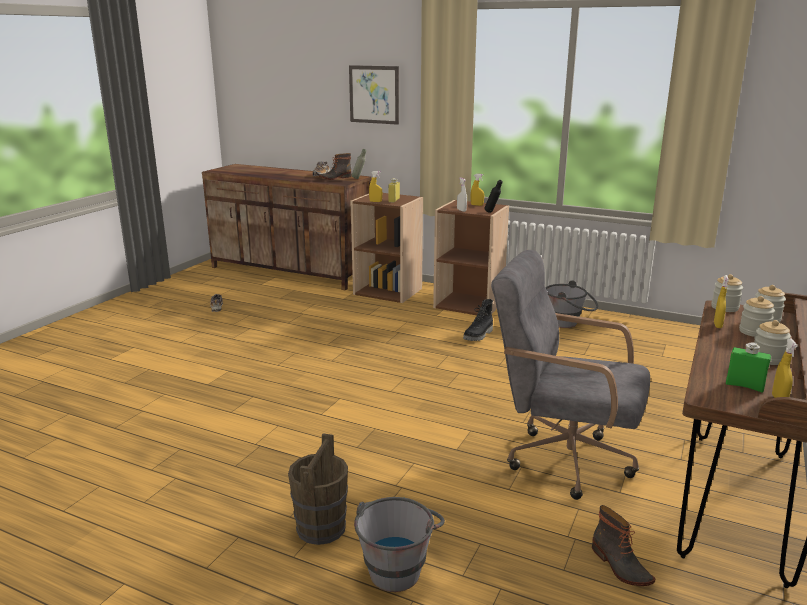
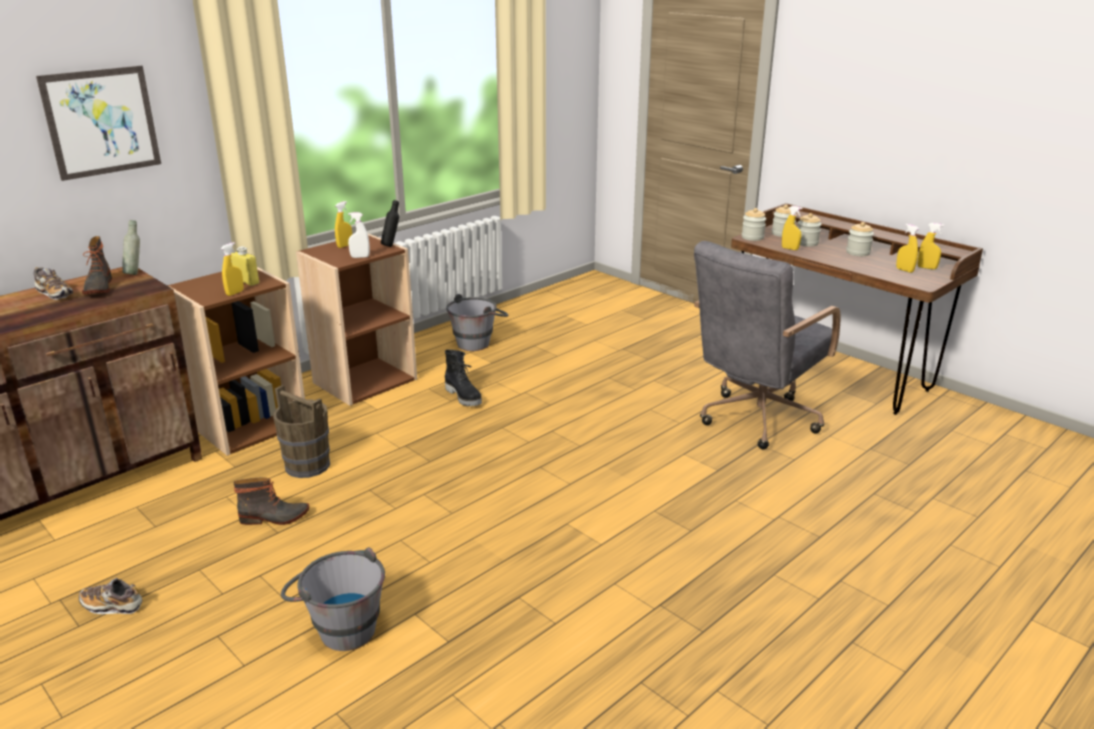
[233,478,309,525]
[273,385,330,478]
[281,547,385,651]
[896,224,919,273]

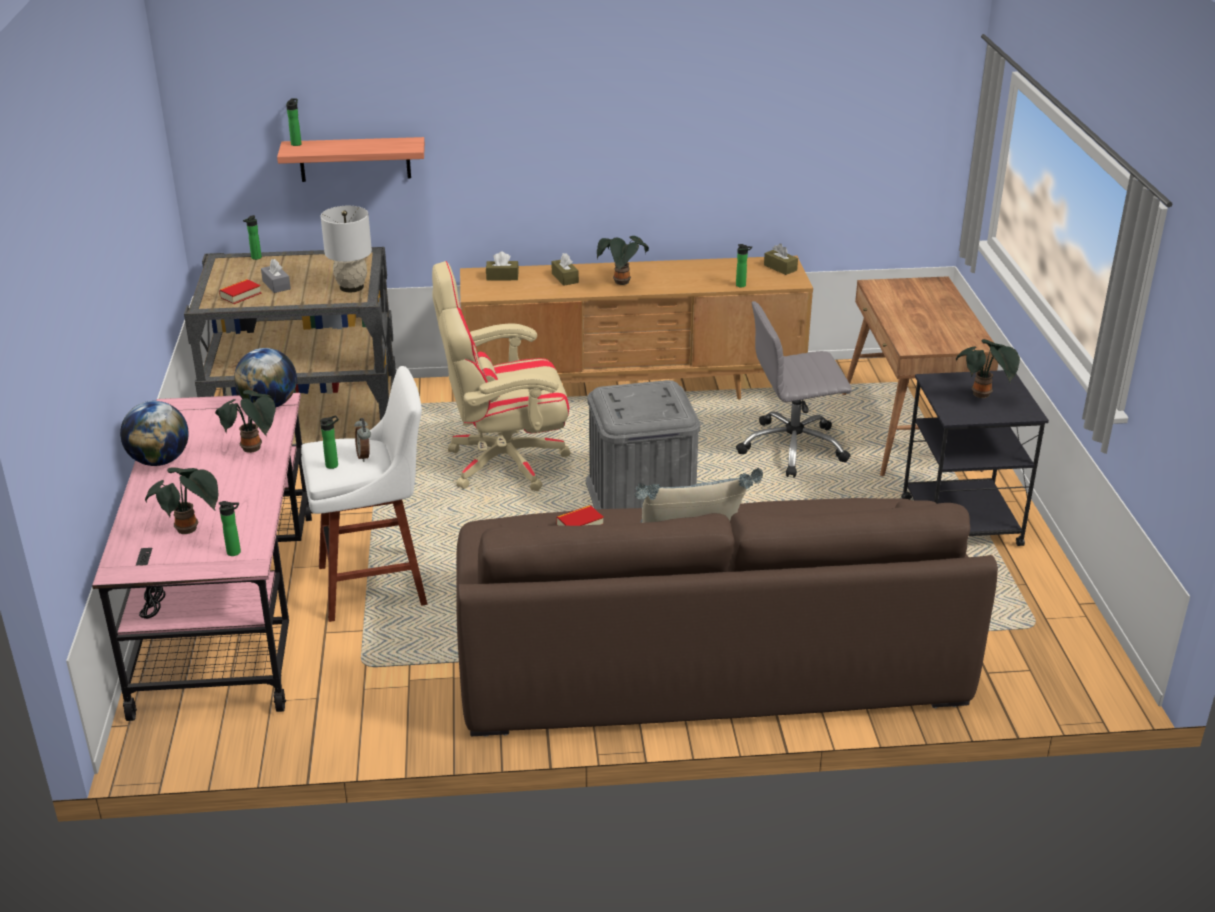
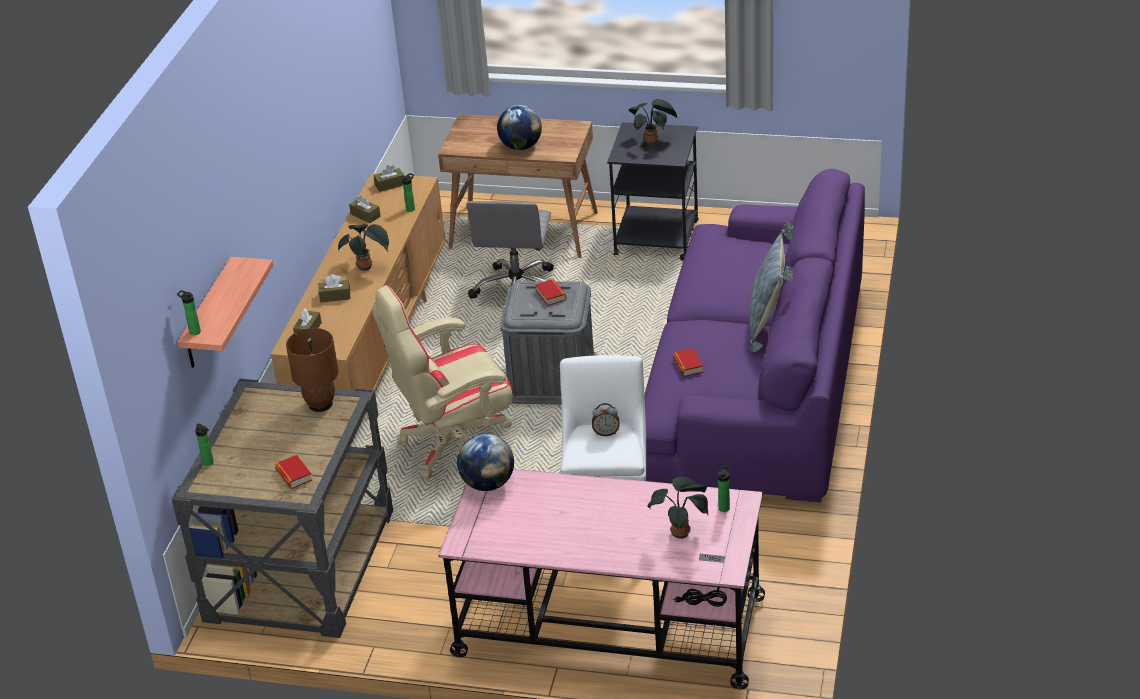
[286,328,339,412]
[349,195,381,223]
[372,285,513,480]
[497,105,542,150]
[535,279,566,306]
[644,169,865,502]
[215,390,276,453] (first image)
[261,259,291,293] (first image)
[320,415,339,469] (first image)

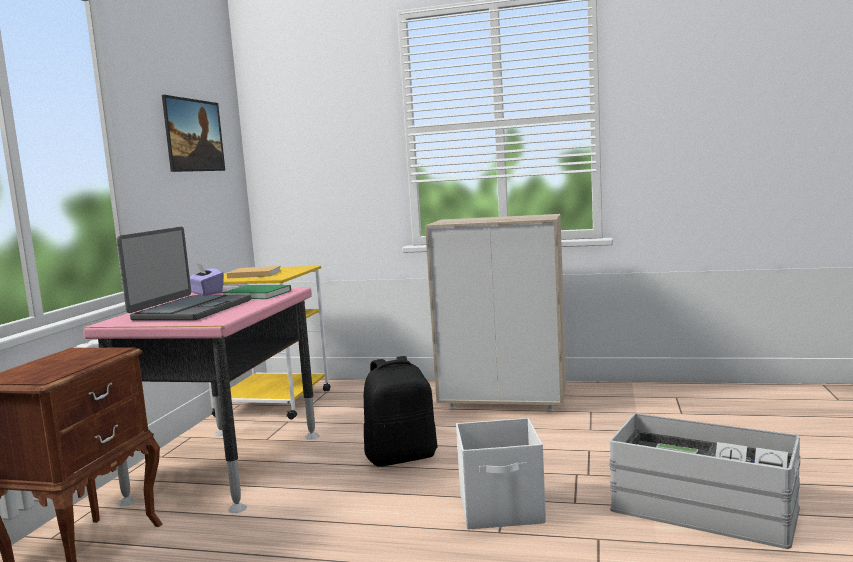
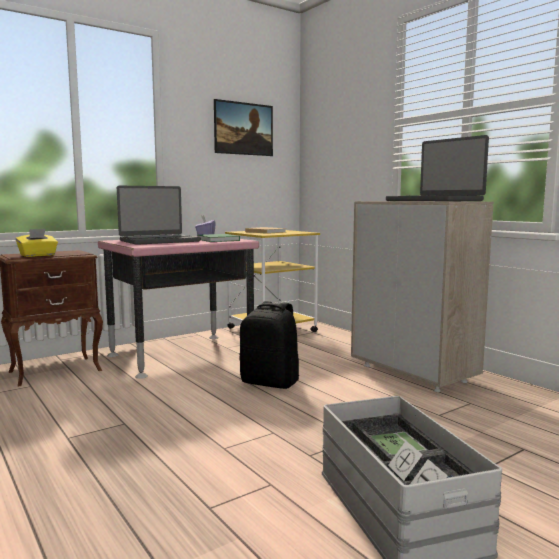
[16,229,58,257]
[386,135,489,201]
[456,418,546,529] (first image)

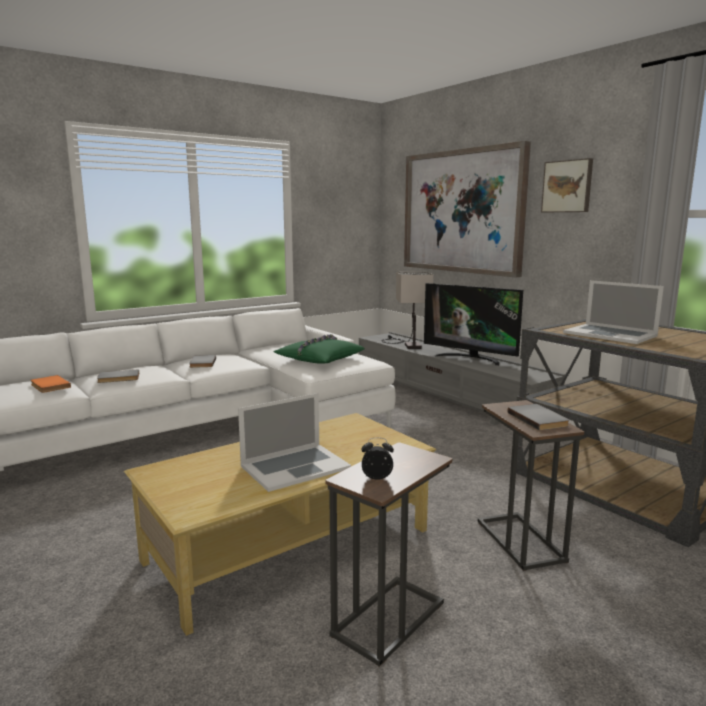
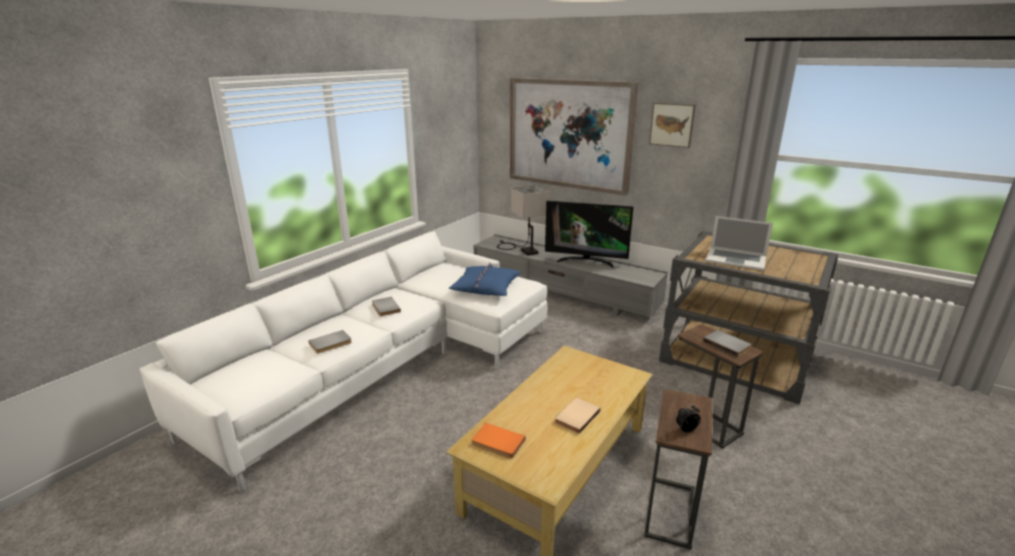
[449,263,521,296]
[472,423,526,459]
[555,398,601,434]

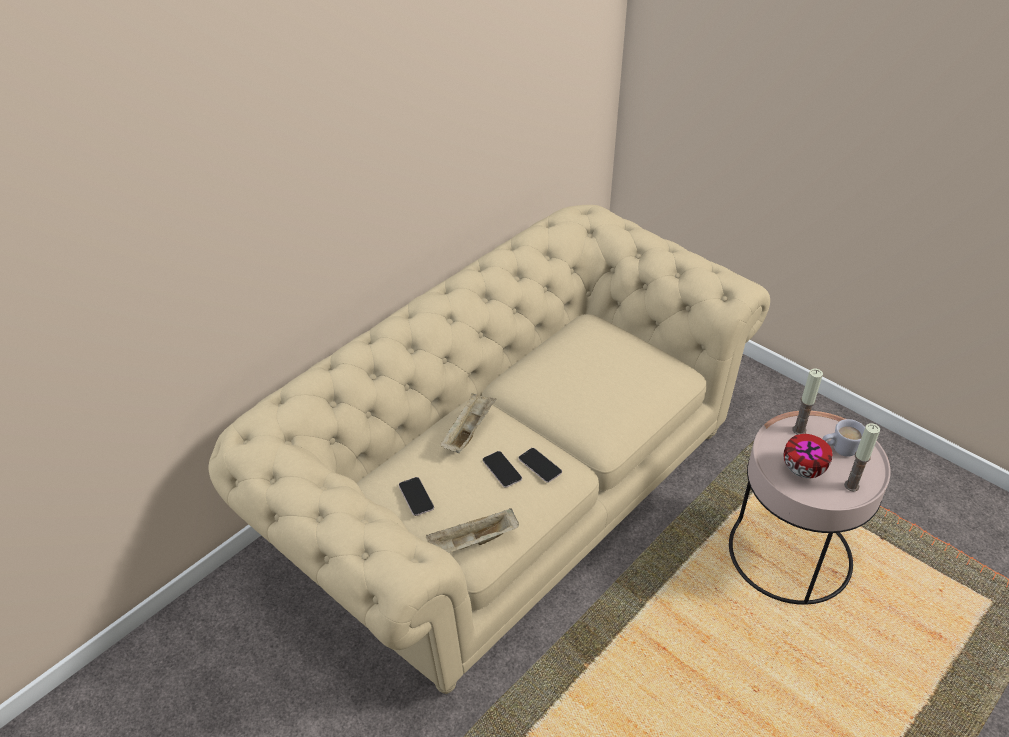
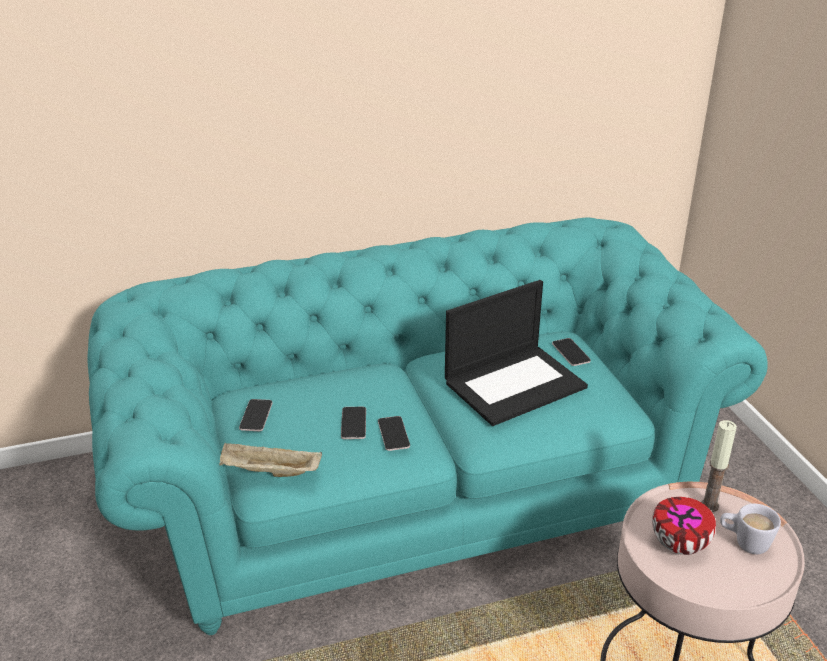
[87,218,768,635]
[445,280,588,426]
[552,338,591,366]
[440,393,497,453] (first image)
[844,423,880,492] (first image)

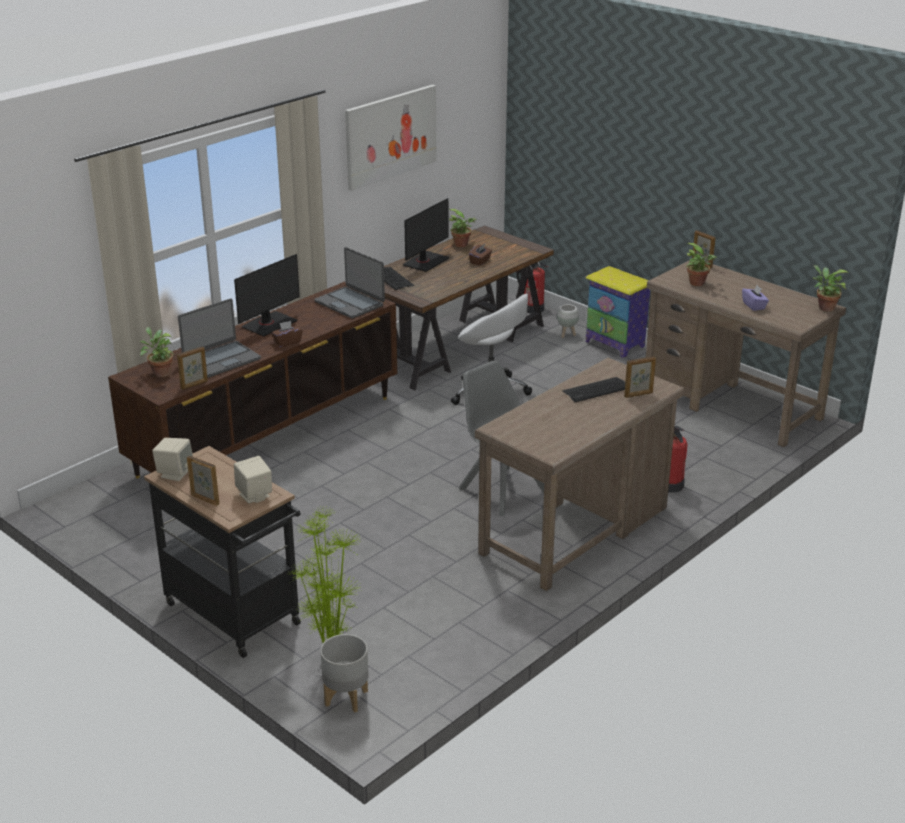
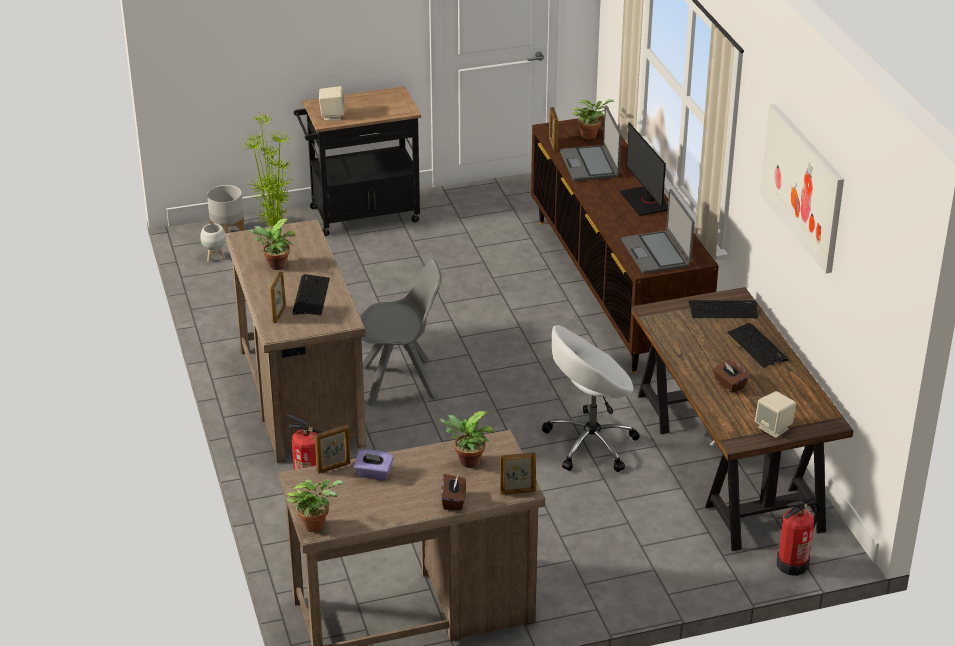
[200,224,226,262]
[247,219,296,270]
[315,425,350,474]
[441,474,466,510]
[621,189,694,274]
[727,323,788,368]
[755,391,796,438]
[585,266,650,358] (first image)

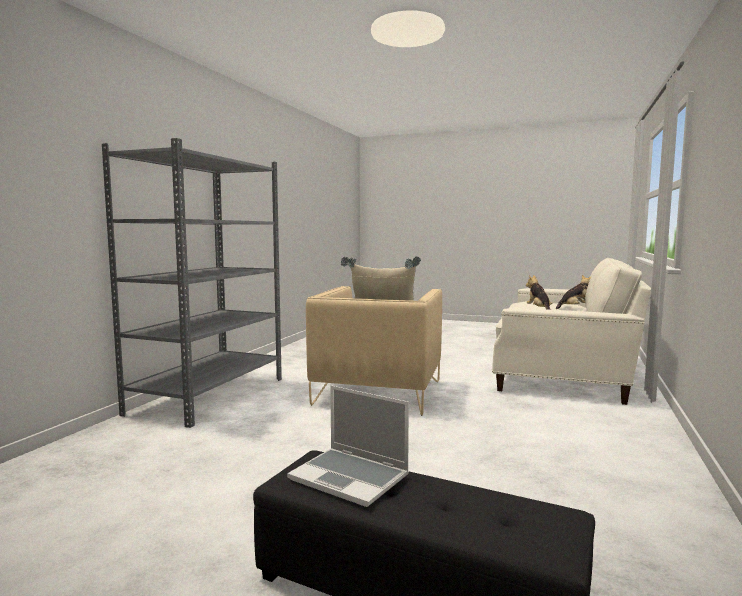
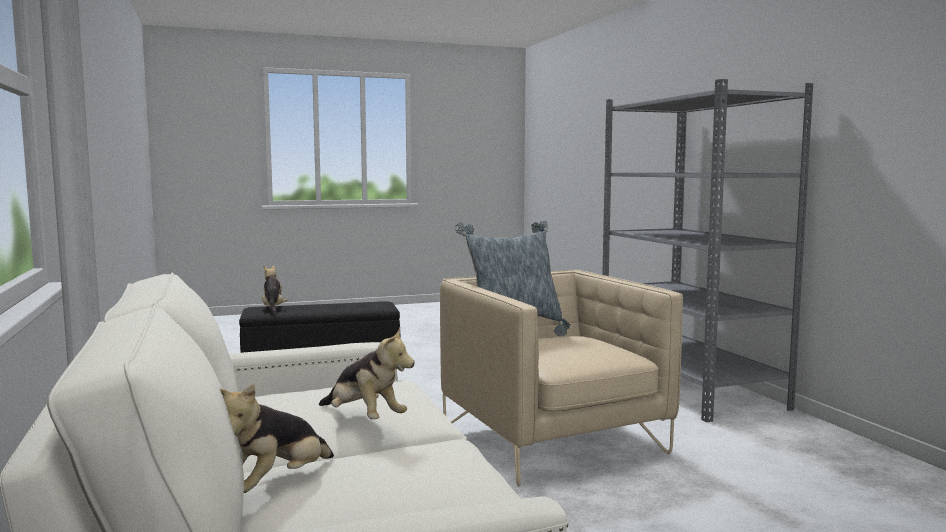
[262,266,287,314]
[287,385,409,507] (first image)

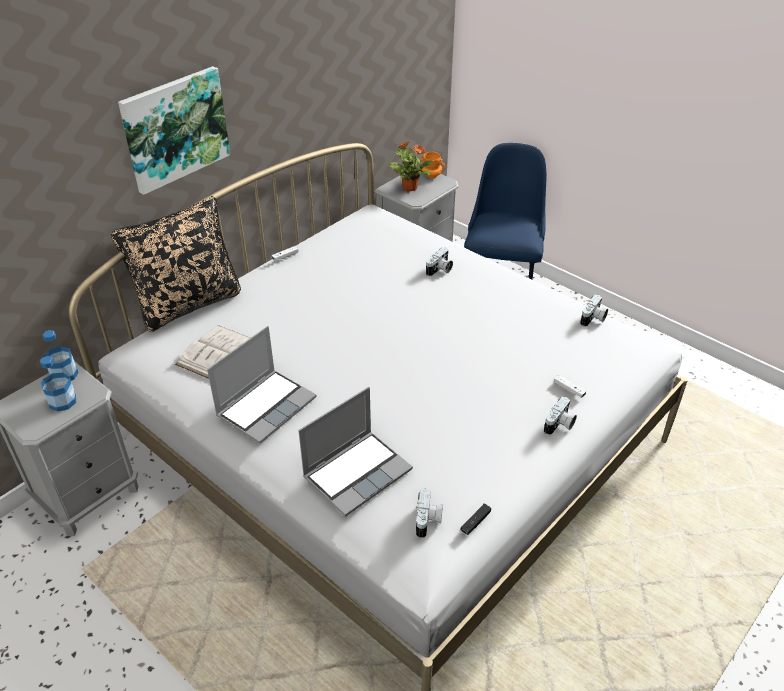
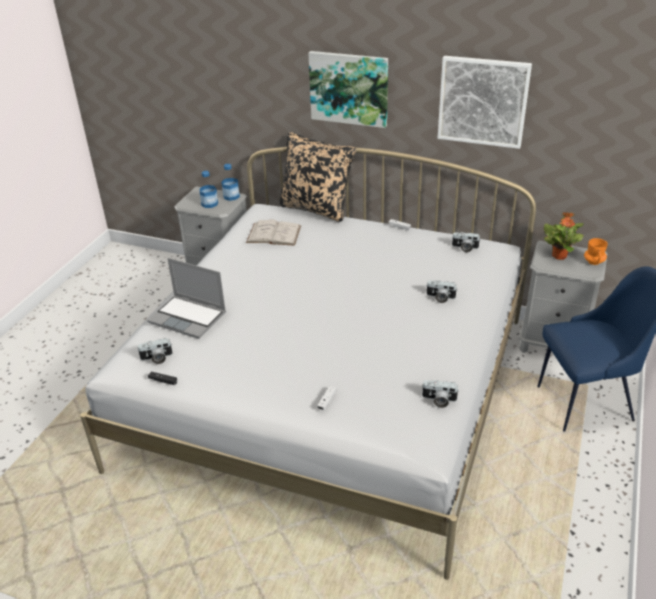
[438,56,532,149]
[452,232,480,252]
[207,326,317,444] (first image)

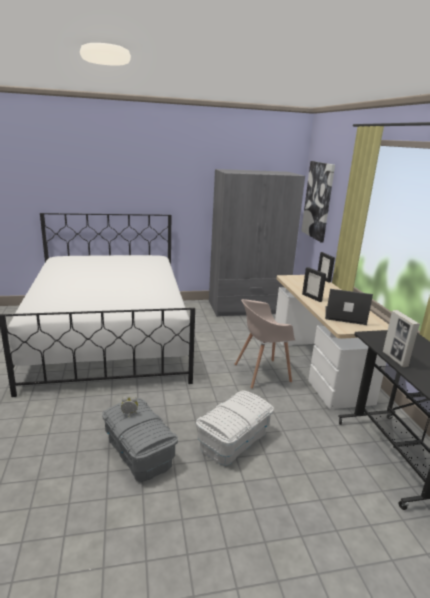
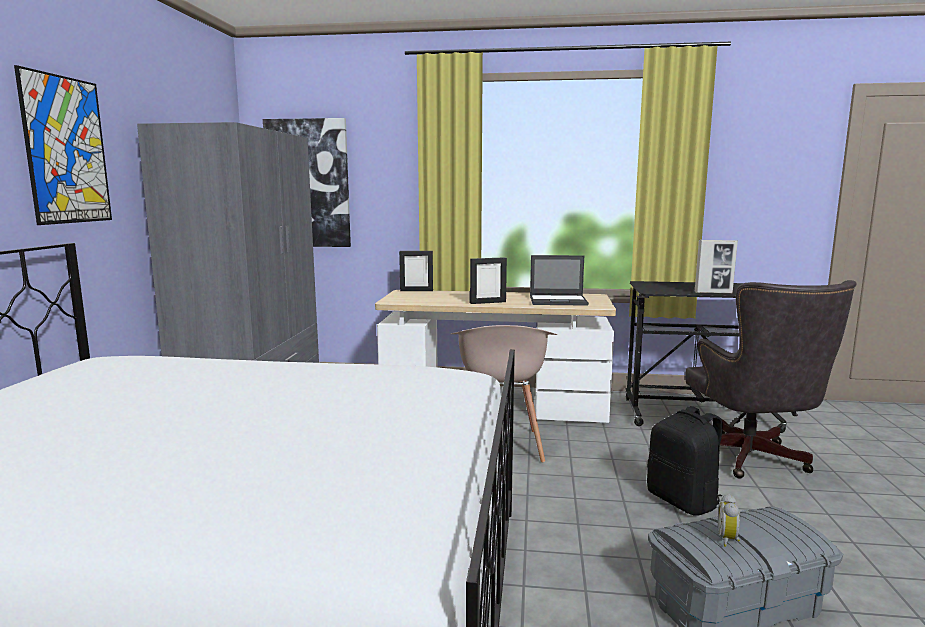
[14,65,112,225]
[530,255,589,305]
[647,406,723,516]
[685,280,857,479]

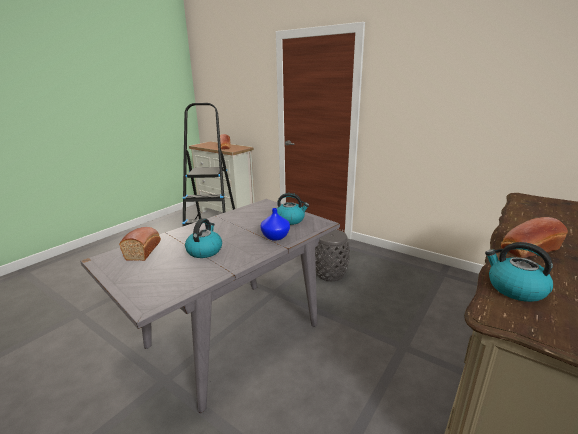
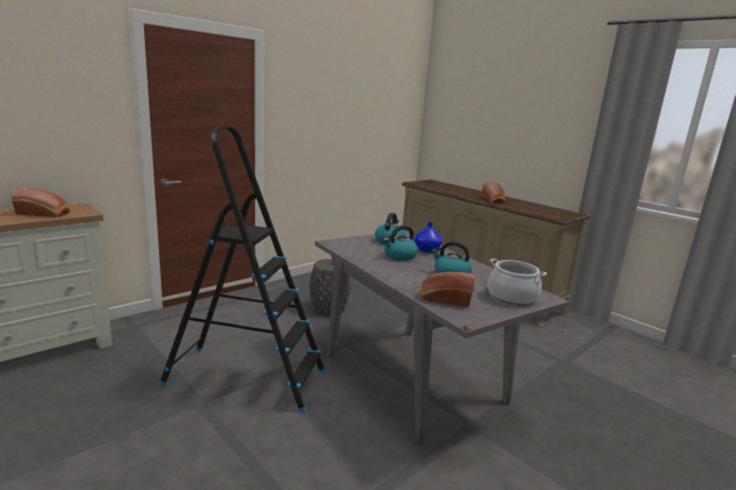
[384,225,418,261]
[488,259,547,305]

